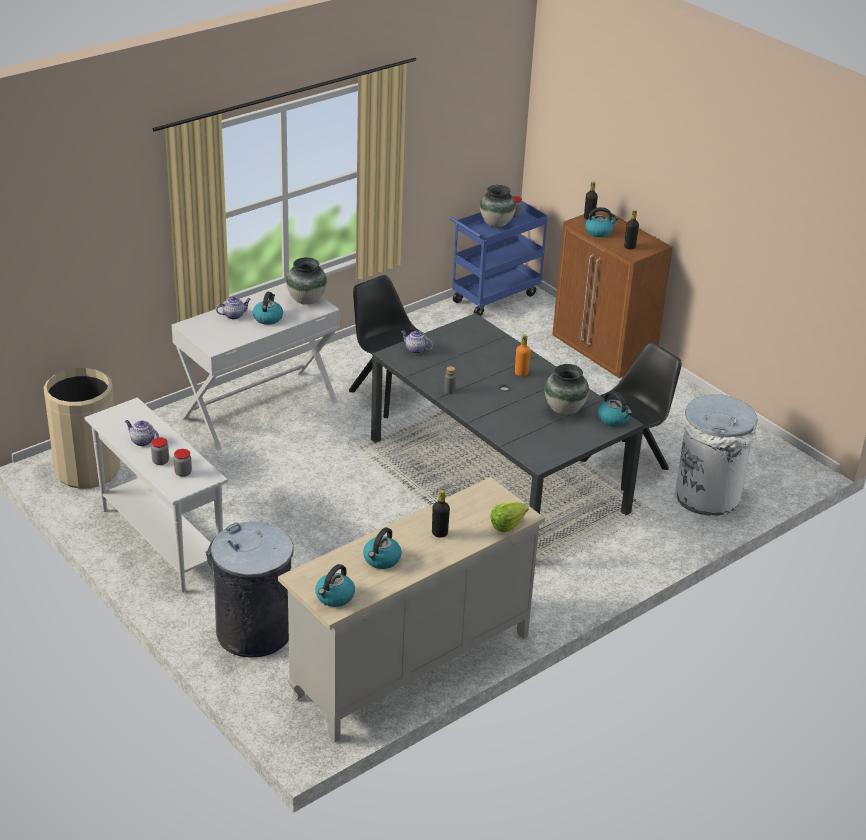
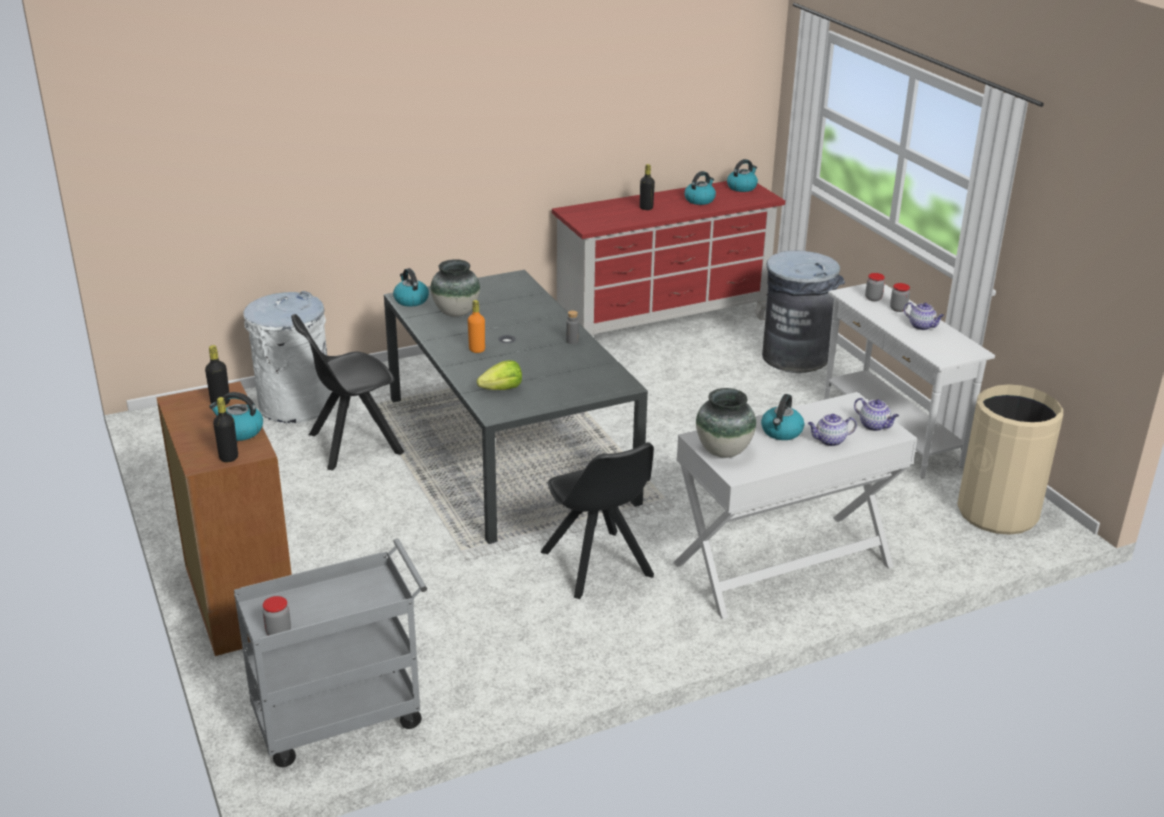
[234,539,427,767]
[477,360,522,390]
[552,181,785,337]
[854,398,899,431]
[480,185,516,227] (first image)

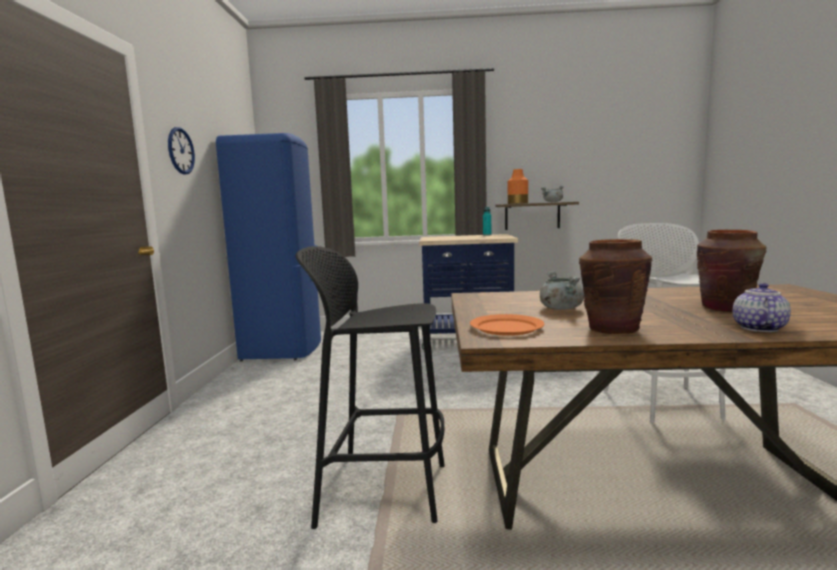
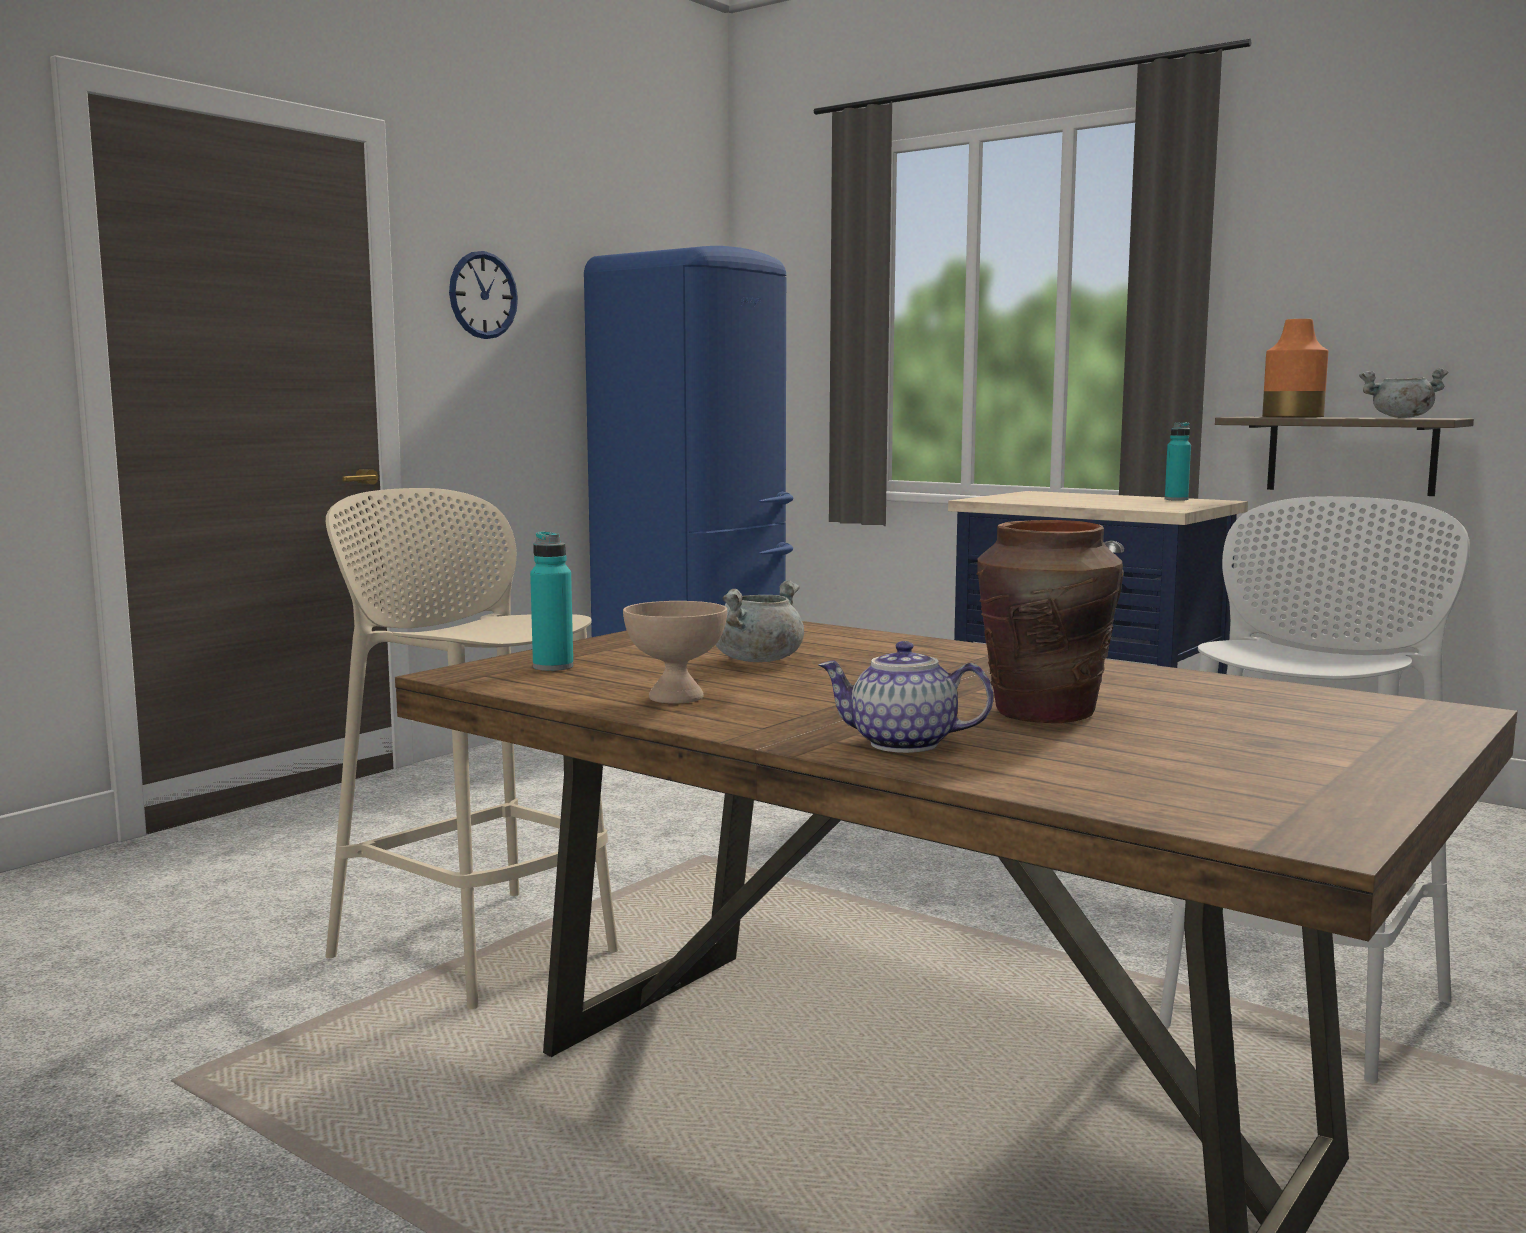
[325,488,618,1009]
[530,531,573,671]
[623,601,727,704]
[818,641,993,753]

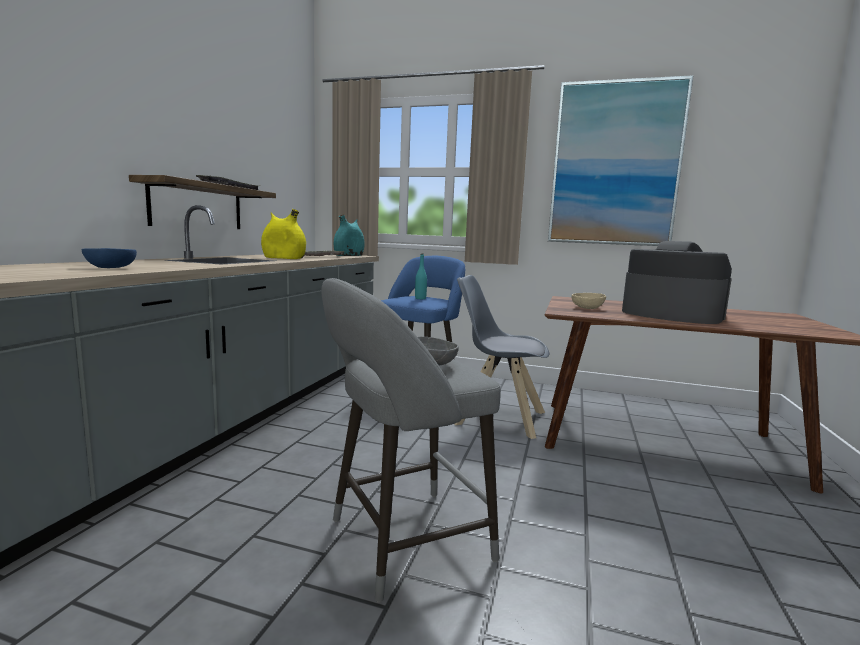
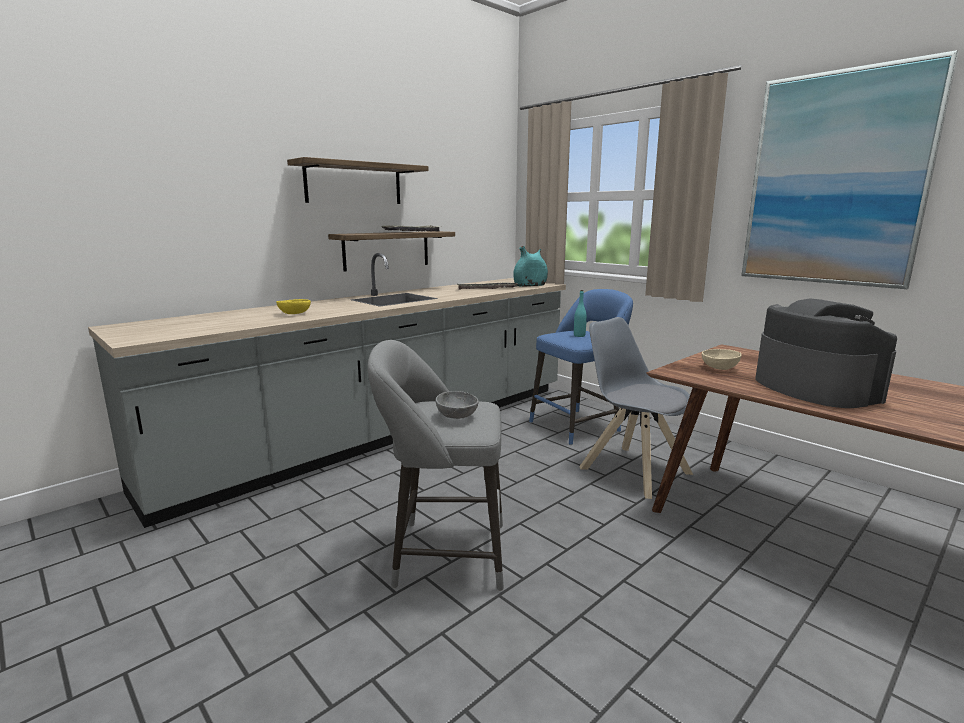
[276,299,311,314]
[287,157,429,204]
[261,209,306,259] (first image)

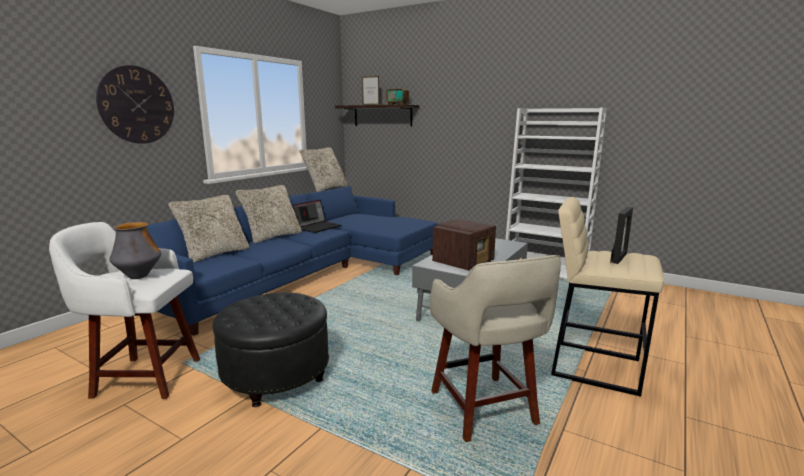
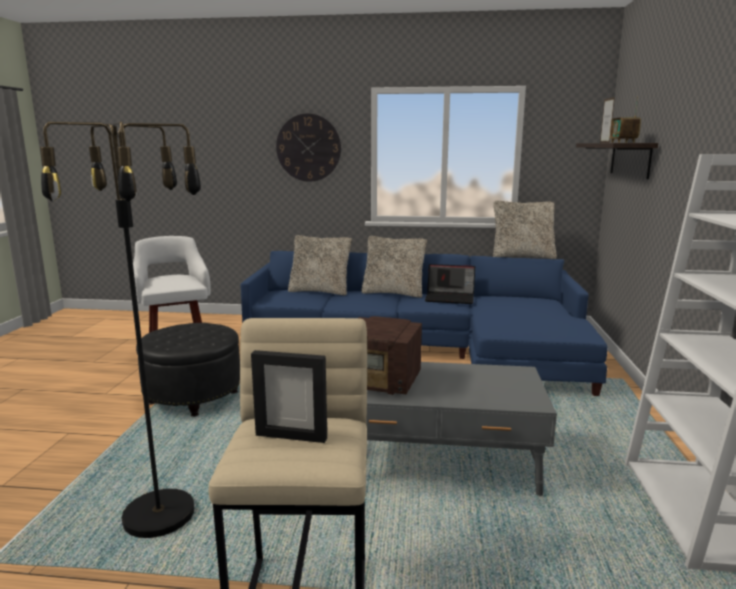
[40,122,201,538]
[109,222,161,279] (first image)

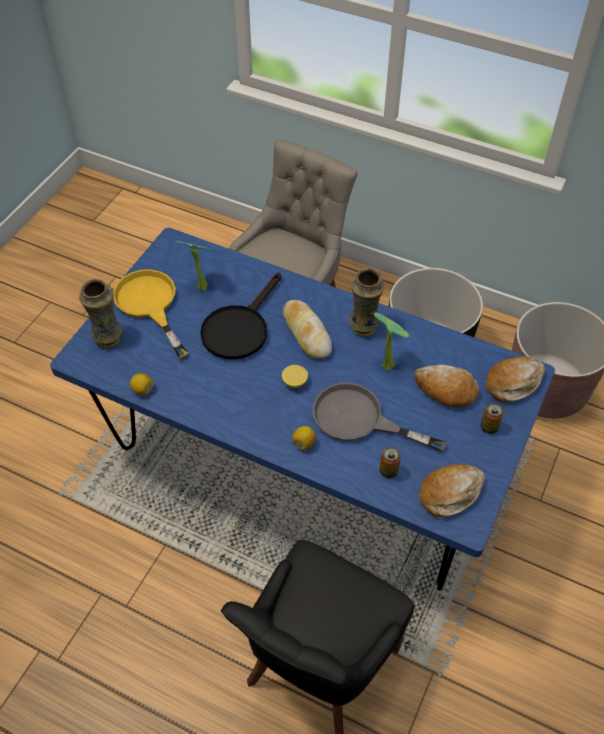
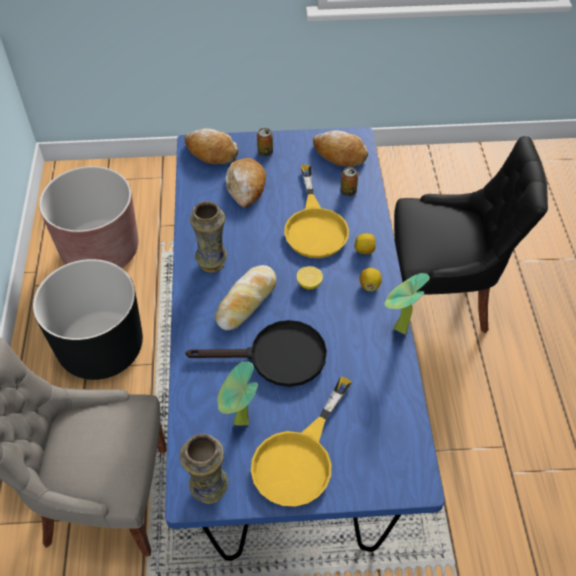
[180,434,228,504]
[284,165,349,258]
[360,268,382,291]
[385,273,430,334]

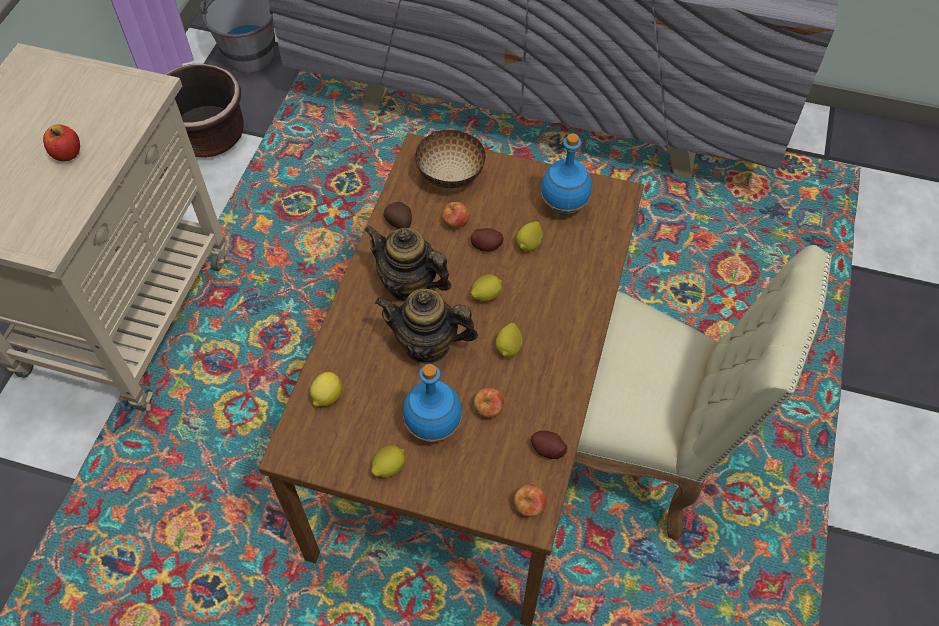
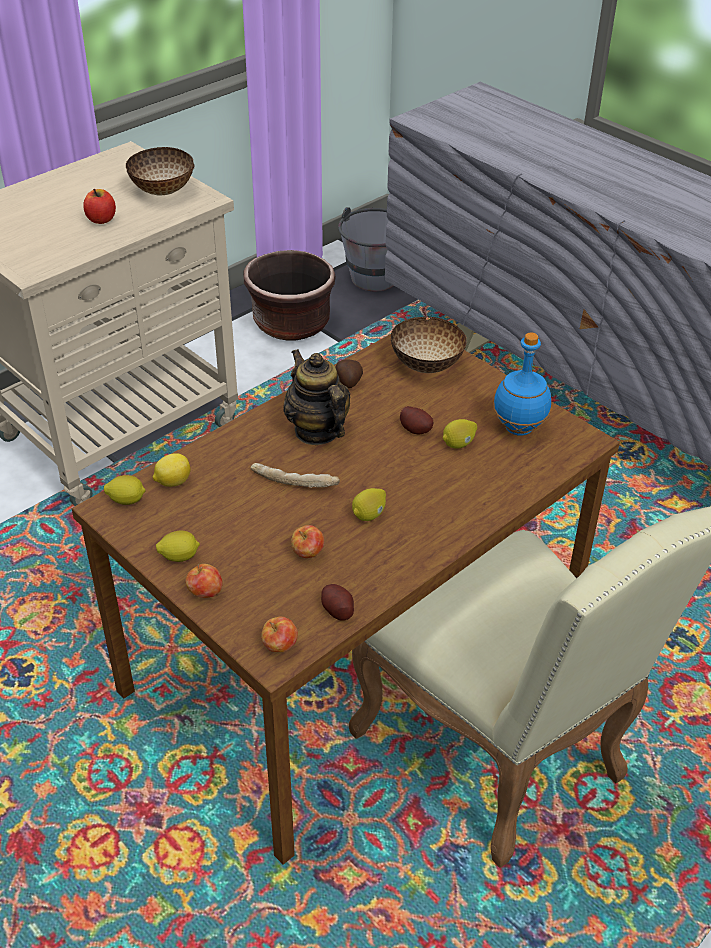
[104,475,146,505]
[125,147,195,195]
[185,564,223,598]
[251,463,340,488]
[403,364,462,442] (first image)

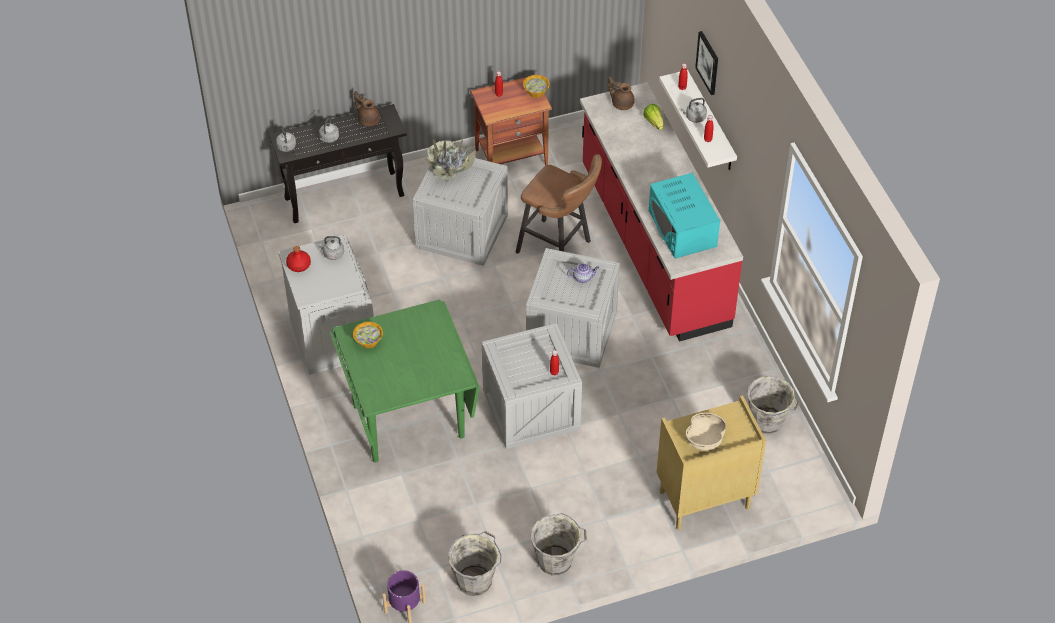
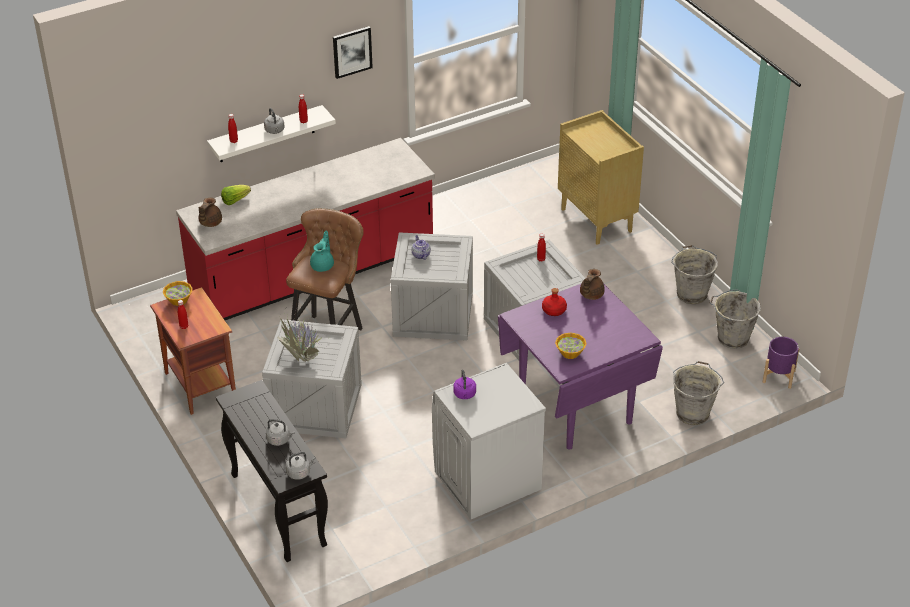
[310,231,334,272]
[333,26,373,79]
[453,370,476,399]
[498,284,663,450]
[542,288,567,316]
[580,269,605,300]
[673,361,724,425]
[649,173,720,258] (first image)
[686,412,726,451] (first image)

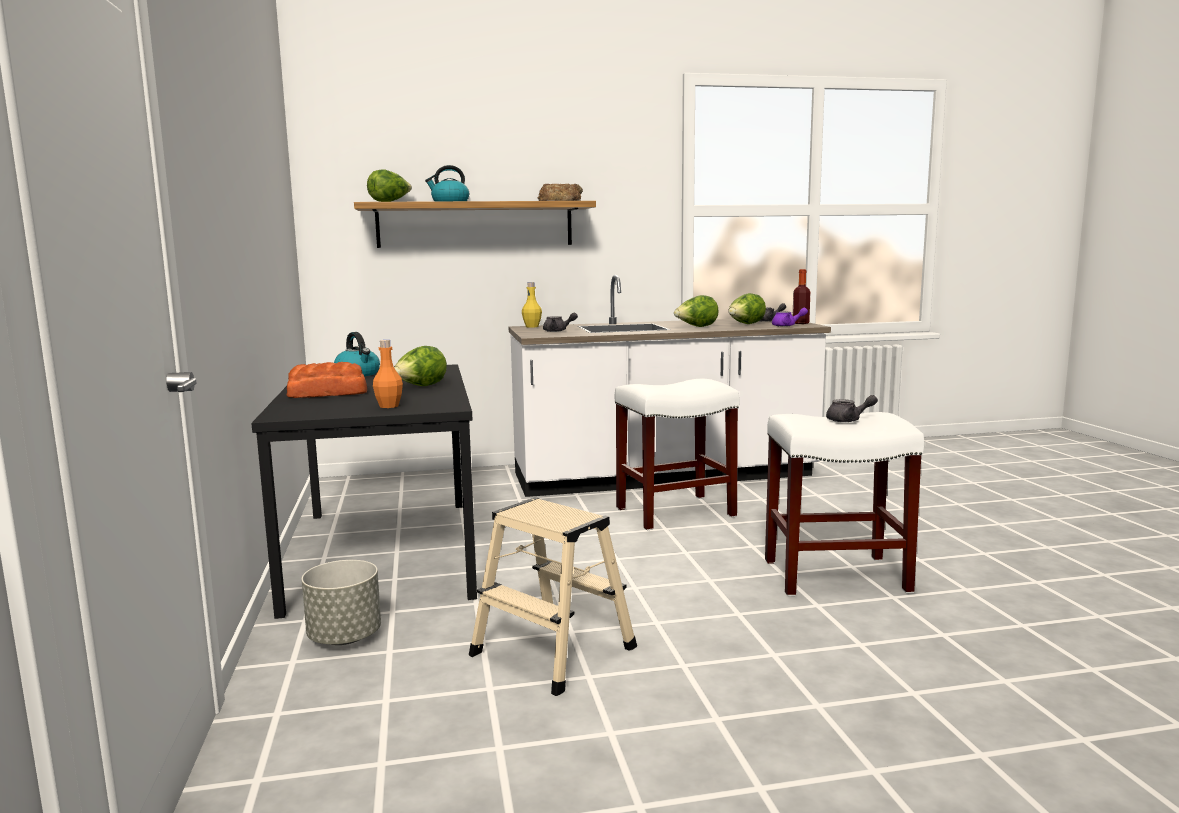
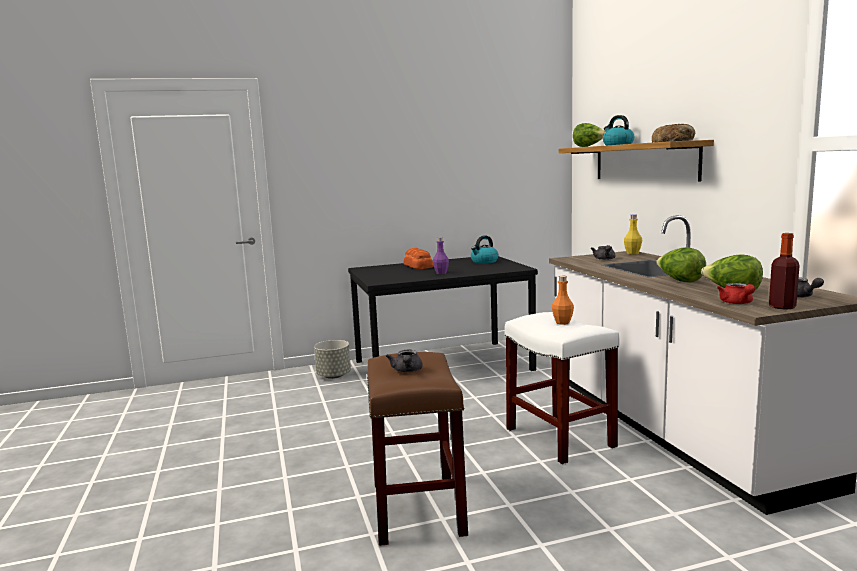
[367,352,468,546]
[433,237,449,274]
[552,276,574,325]
[717,283,755,304]
[469,497,637,696] (first image)

